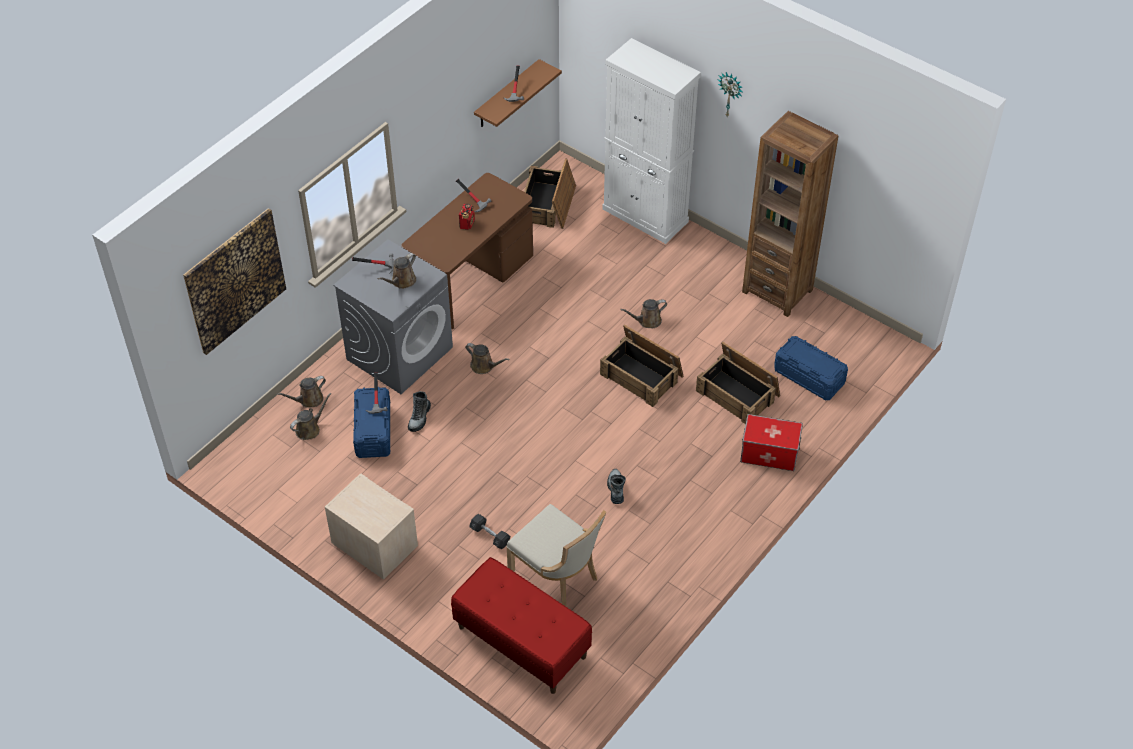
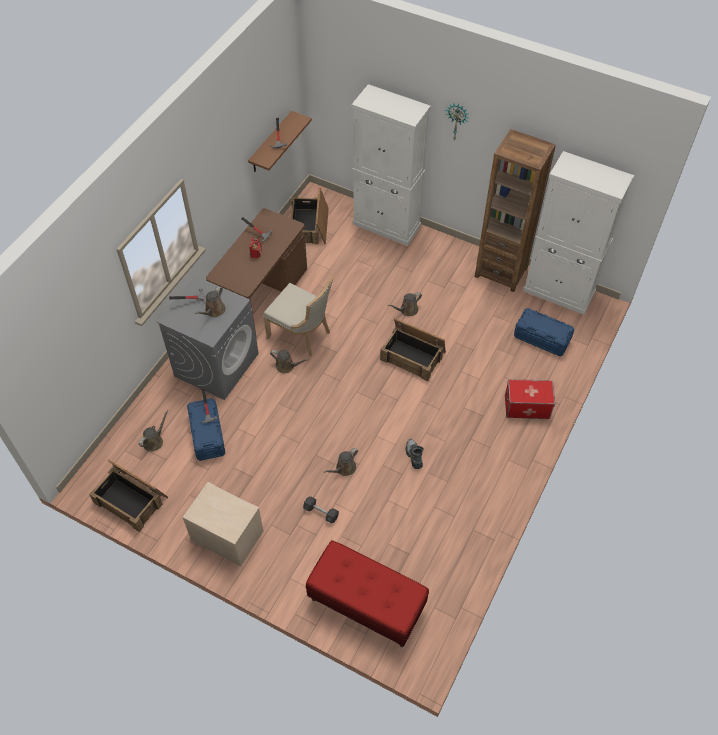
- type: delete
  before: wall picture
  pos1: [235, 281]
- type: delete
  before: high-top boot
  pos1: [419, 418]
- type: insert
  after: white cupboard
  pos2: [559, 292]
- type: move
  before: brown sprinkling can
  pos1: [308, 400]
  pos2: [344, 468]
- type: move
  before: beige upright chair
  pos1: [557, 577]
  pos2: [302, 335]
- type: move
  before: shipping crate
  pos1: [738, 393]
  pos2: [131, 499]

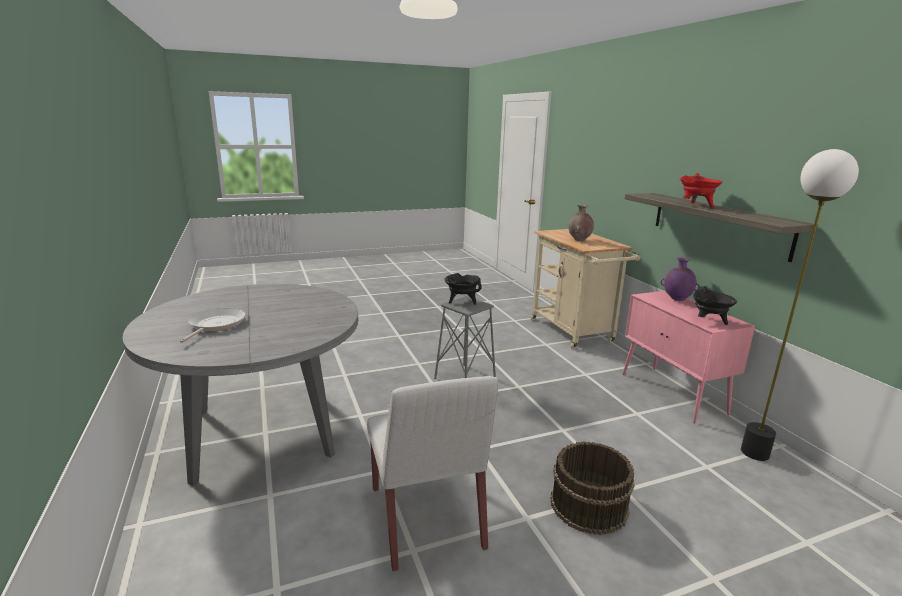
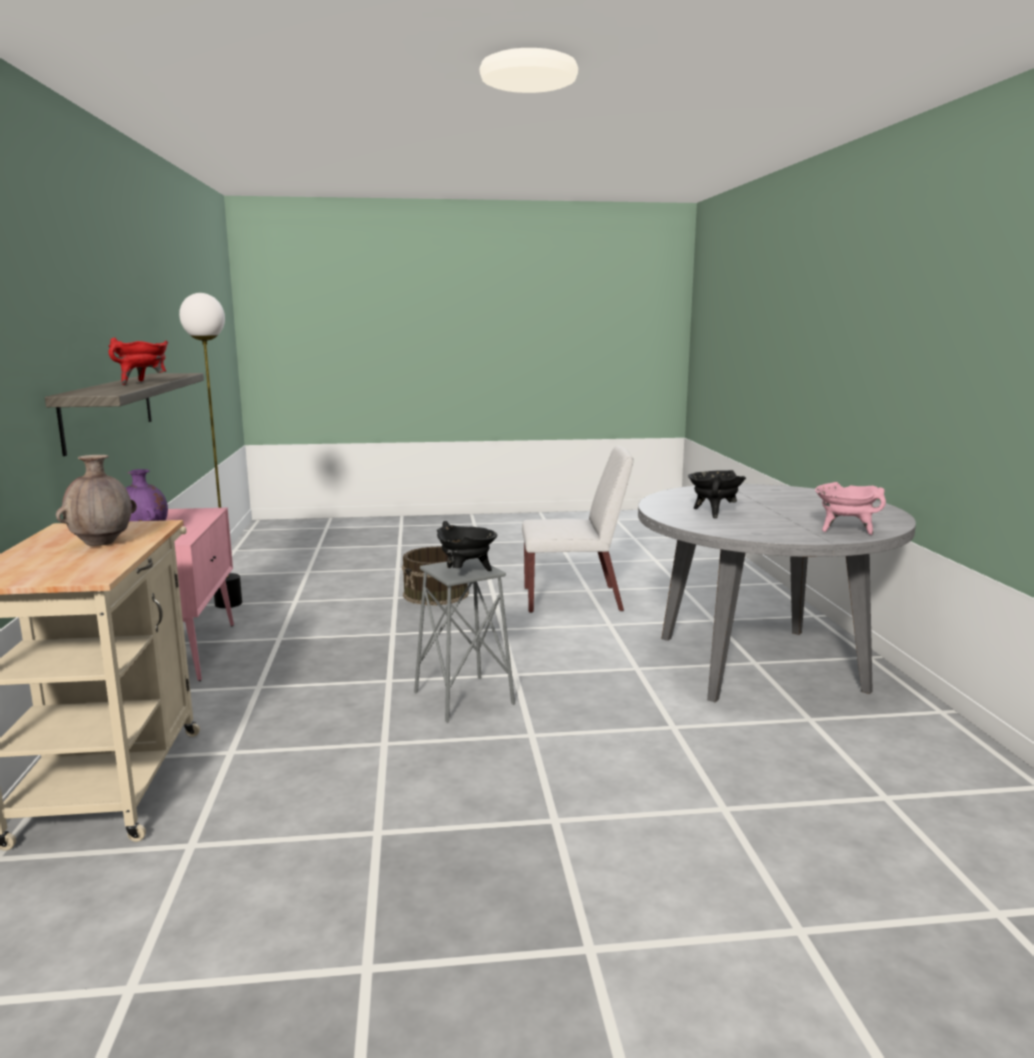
- type: delete
  before: frying pan
  pos1: [215, 325]
- type: insert
  after: pinkish saucepot
  pos2: [844, 530]
- type: move
  before: black-coloured saucepot
  pos1: [709, 321]
  pos2: [713, 512]
- type: rotate
  before: white upright chair
  pos1: [426, 518]
  pos2: [573, 599]
  turn: 90

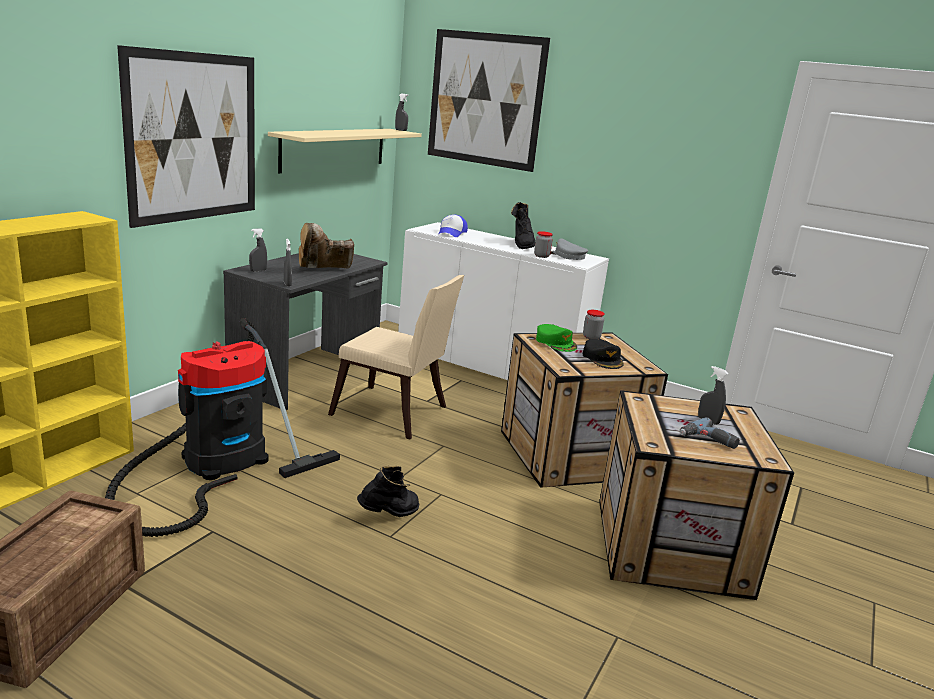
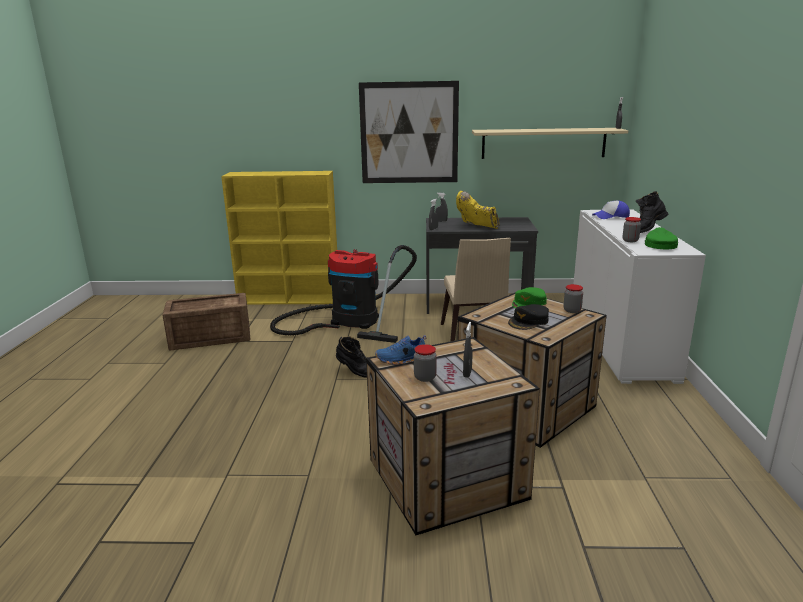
- type: delete
  before: wall picture
  pos1: [485, 100]
- type: insert
  after: bluish low shoe
  pos2: [402, 360]
- type: replace
  before: electric drill
  after: preserve jar
  pos1: [708, 440]
  pos2: [425, 377]
- type: recolor
  before: brown high-top boot
  after: yellowish high-top boot
  pos1: [323, 271]
  pos2: [476, 227]
- type: recolor
  before: gray cap
  after: green cap
  pos1: [567, 256]
  pos2: [659, 245]

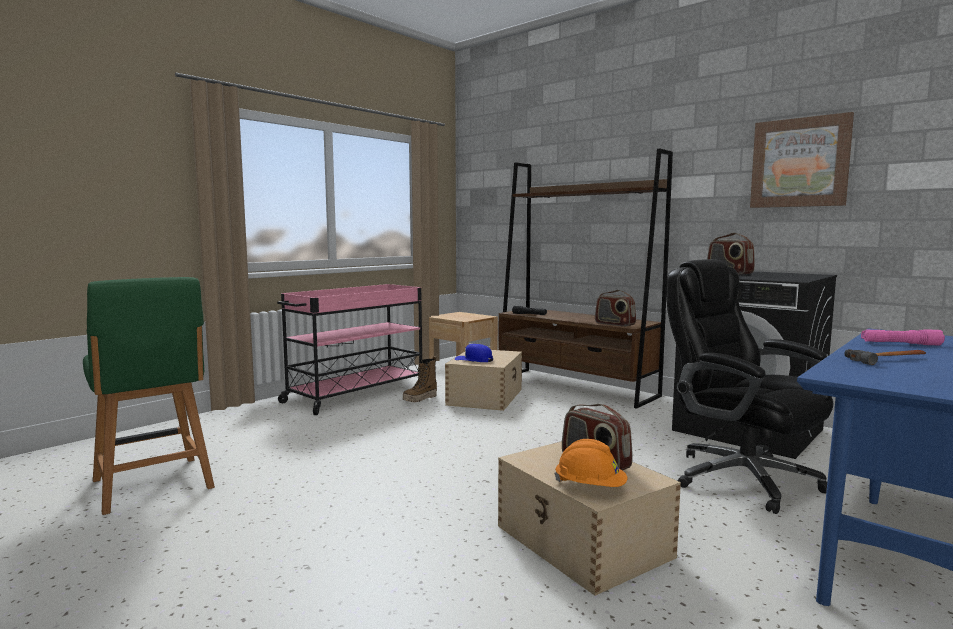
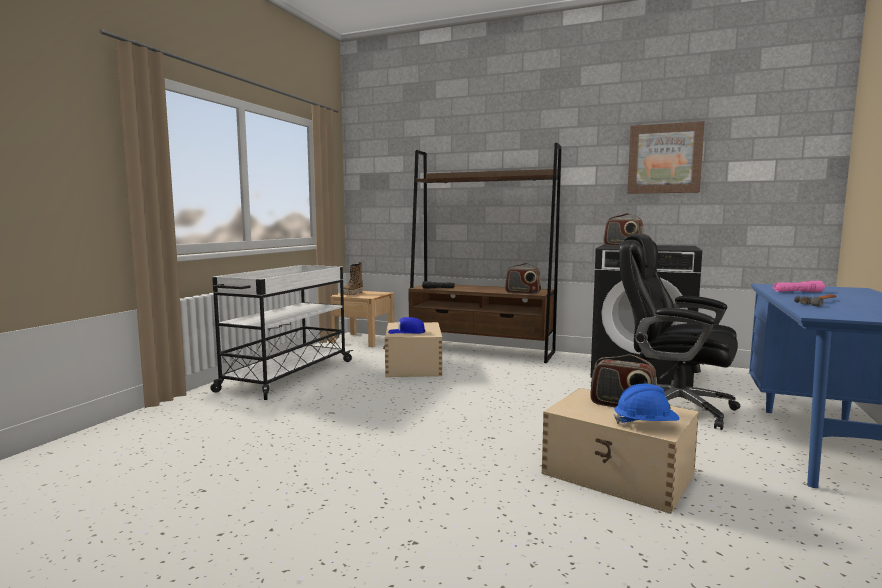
- type: delete
  before: green upright chair
  pos1: [153, 486]
- type: move
  before: high-top boot
  pos1: [420, 399]
  pos2: [352, 294]
- type: recolor
  before: pinkish trolley
  after: white trolley
  pos1: [356, 394]
  pos2: [286, 376]
- type: recolor
  before: orangey work helmet
  after: bluish work helmet
  pos1: [590, 487]
  pos2: [645, 424]

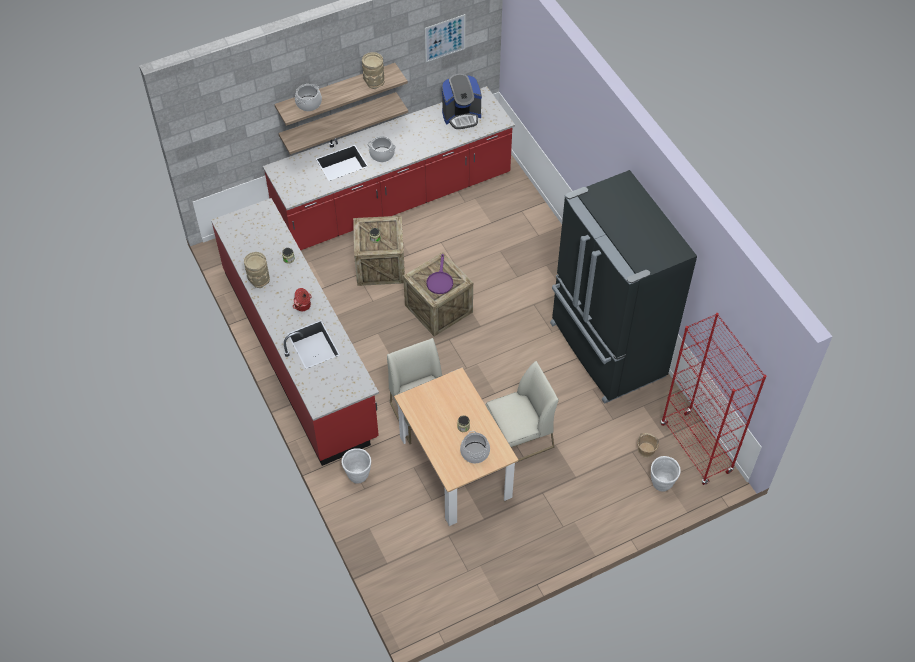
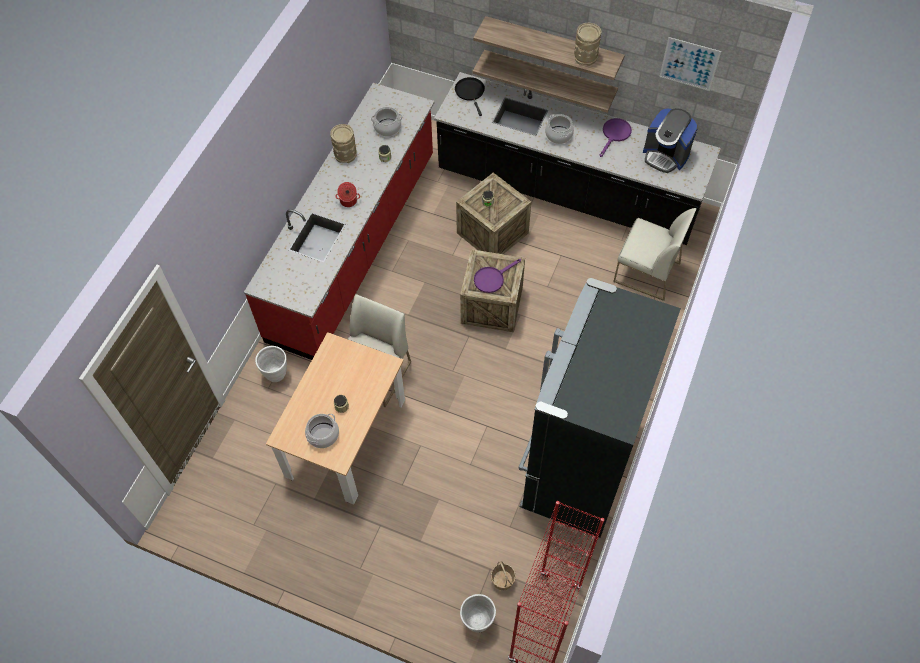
- type: insert
  after: black-coloured frying pan
  pos2: [470, 92]
- type: insert
  after: purplish frying pan
  pos2: [615, 134]
- type: move
  before: saucepot
  pos1: [309, 103]
  pos2: [387, 128]
- type: move
  before: white upright chair
  pos1: [519, 438]
  pos2: [646, 272]
- type: recolor
  before: red kitchen counter
  after: black-coloured kitchen counter
  pos1: [393, 200]
  pos2: [567, 191]

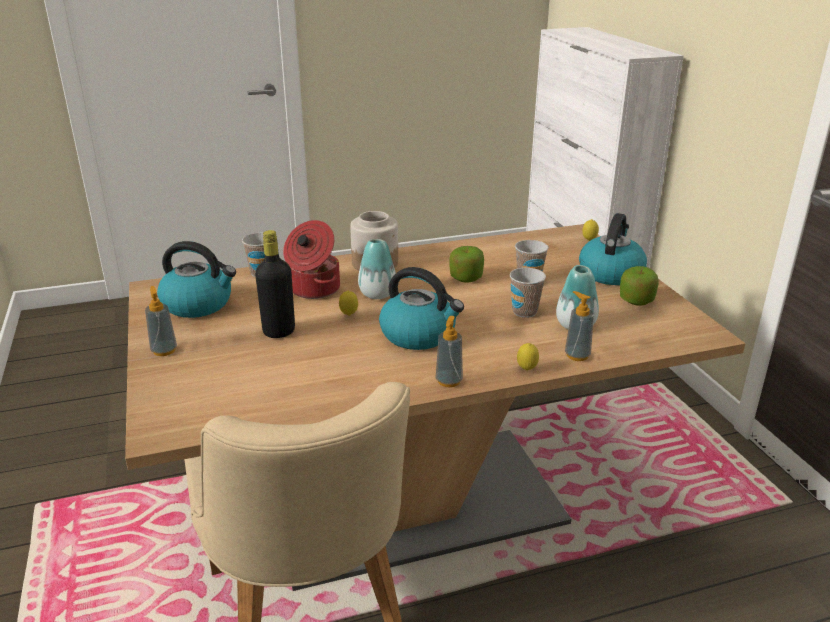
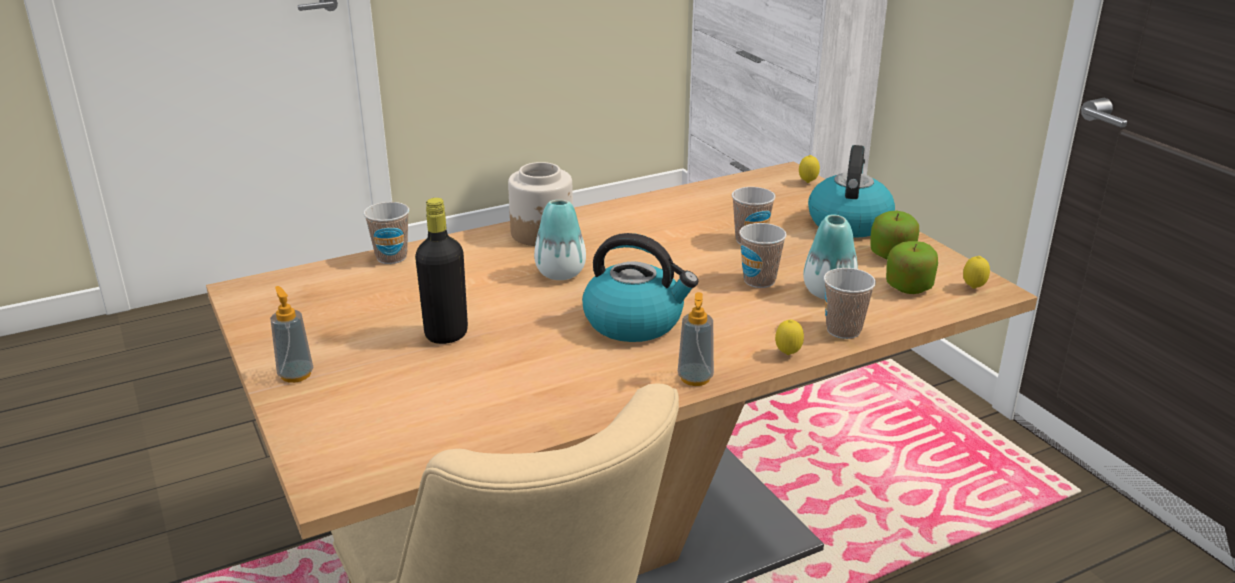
- type: delete
  before: water kettle
  pos1: [198, 304]
- type: delete
  before: saucepot
  pos1: [313, 289]
- type: move
  before: whole lemon
  pos1: [349, 315]
  pos2: [973, 288]
- type: move
  before: apple
  pos1: [466, 278]
  pos2: [909, 287]
- type: replace
  before: liquid soap bottle
  after: small cup
  pos1: [577, 355]
  pos2: [843, 330]

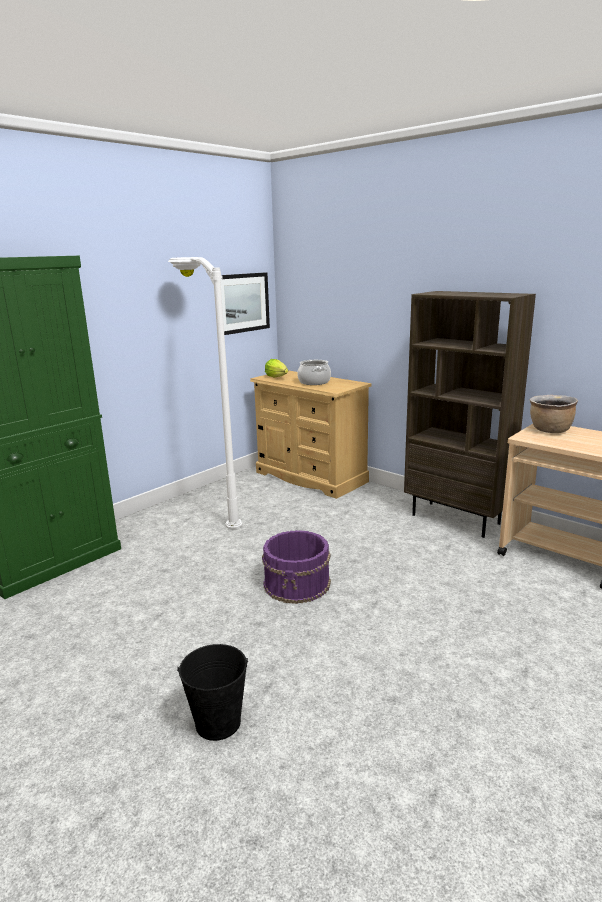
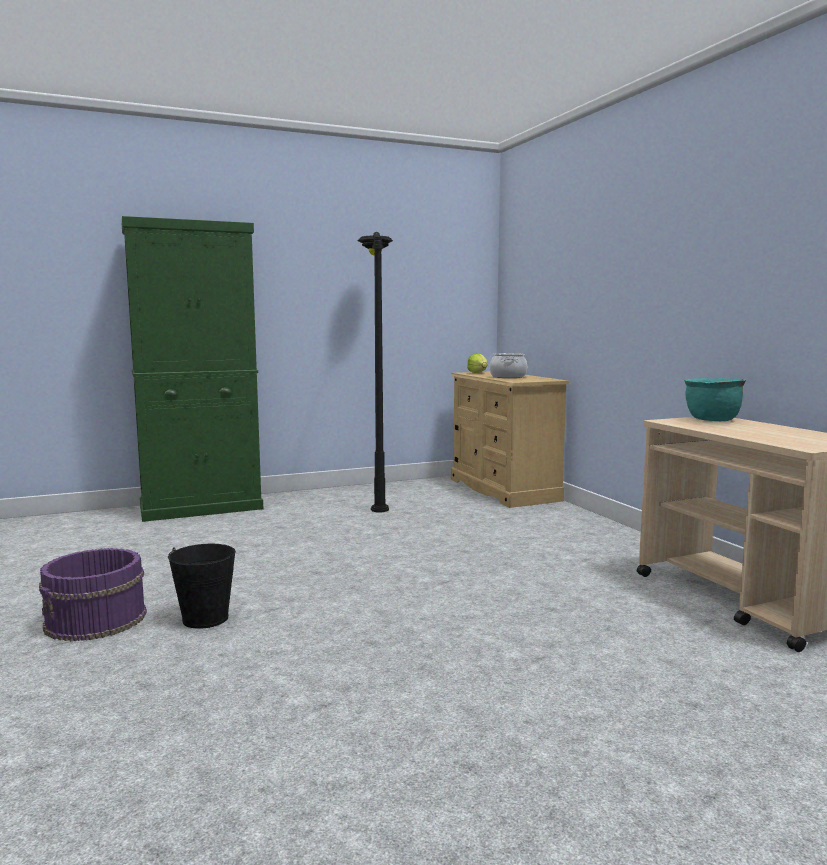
- type: delete
  before: wall picture
  pos1: [241, 303]
- type: delete
  before: brown bookcase
  pos1: [456, 519]
- type: move
  before: purplish bucket
  pos1: [297, 584]
  pos2: [96, 620]
- type: recolor
  before: white standing lamp
  after: black-coloured standing lamp
  pos1: [214, 506]
  pos2: [378, 496]
- type: recolor
  before: brown saucepot
  after: turquoise saucepot
  pos1: [550, 430]
  pos2: [711, 420]

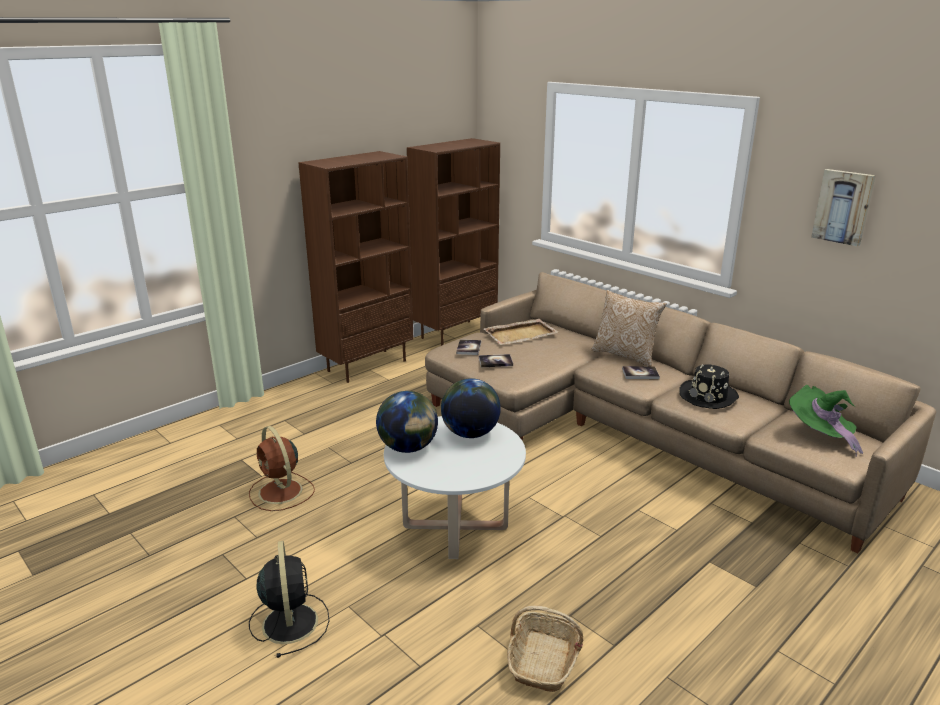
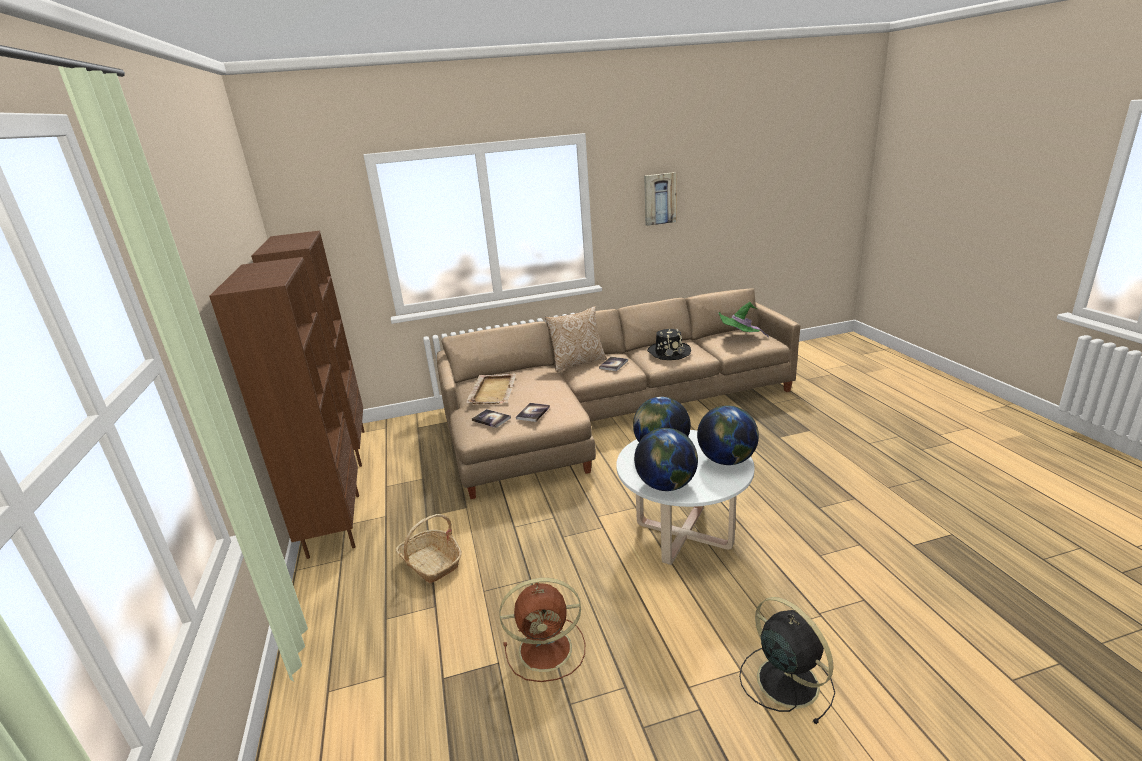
- type: insert
  after: desk globe
  pos2: [727, 460]
- type: move
  before: basket
  pos1: [543, 661]
  pos2: [431, 563]
- type: rotate
  before: black-coloured cooling fan
  pos1: [290, 621]
  pos2: [785, 680]
  turn: 45

